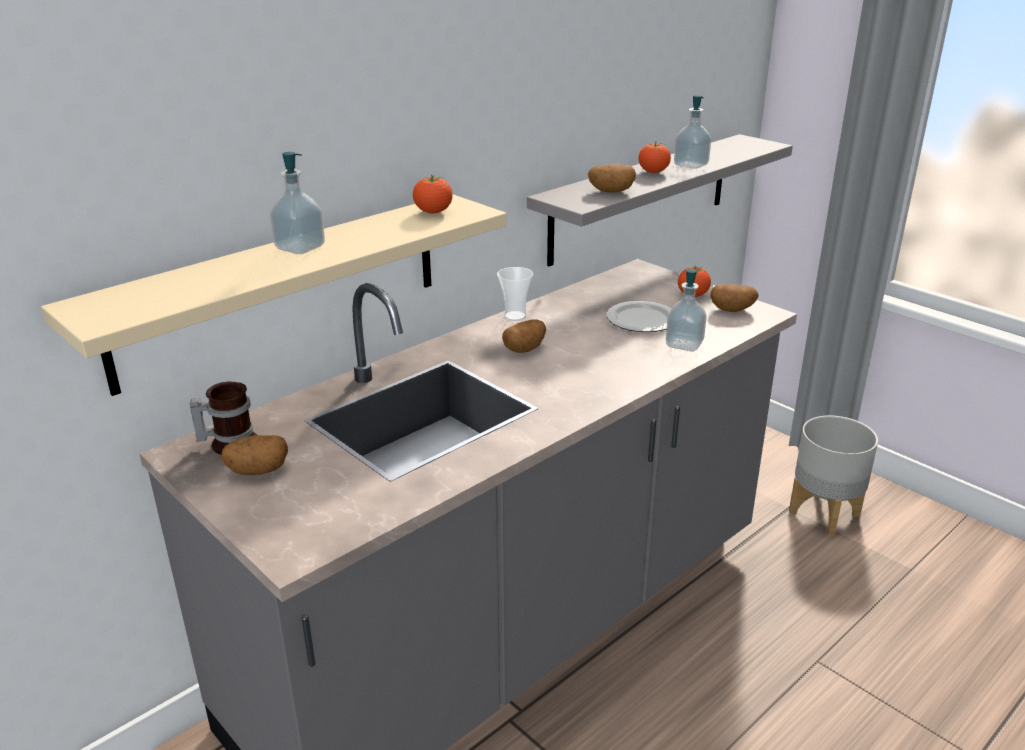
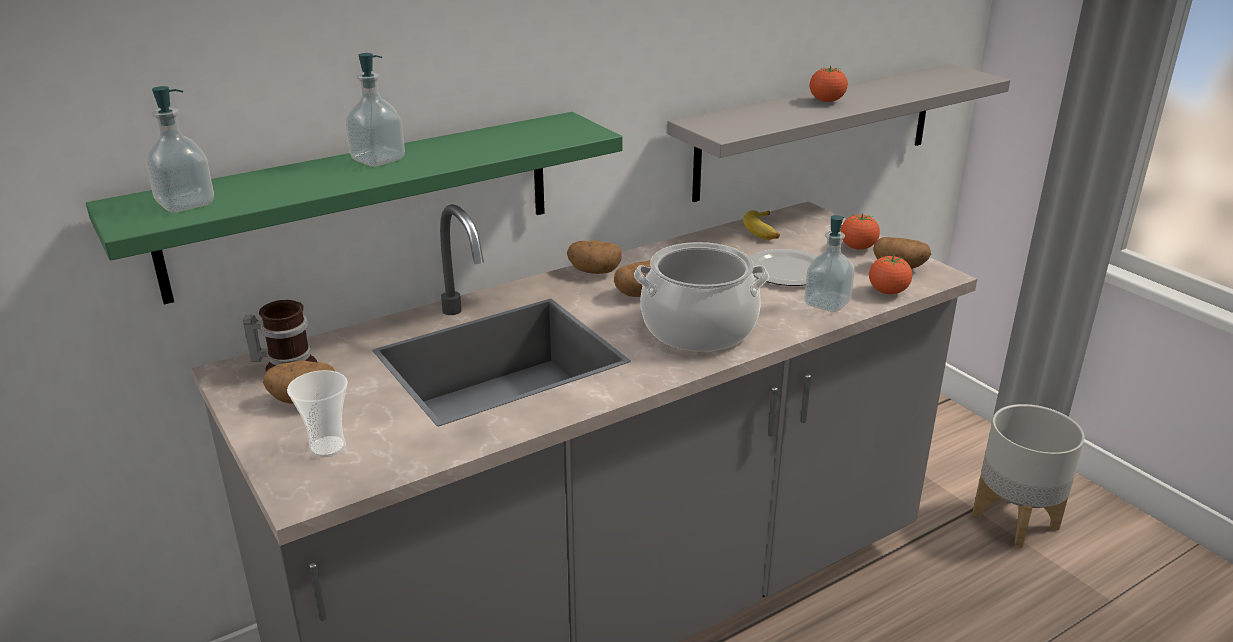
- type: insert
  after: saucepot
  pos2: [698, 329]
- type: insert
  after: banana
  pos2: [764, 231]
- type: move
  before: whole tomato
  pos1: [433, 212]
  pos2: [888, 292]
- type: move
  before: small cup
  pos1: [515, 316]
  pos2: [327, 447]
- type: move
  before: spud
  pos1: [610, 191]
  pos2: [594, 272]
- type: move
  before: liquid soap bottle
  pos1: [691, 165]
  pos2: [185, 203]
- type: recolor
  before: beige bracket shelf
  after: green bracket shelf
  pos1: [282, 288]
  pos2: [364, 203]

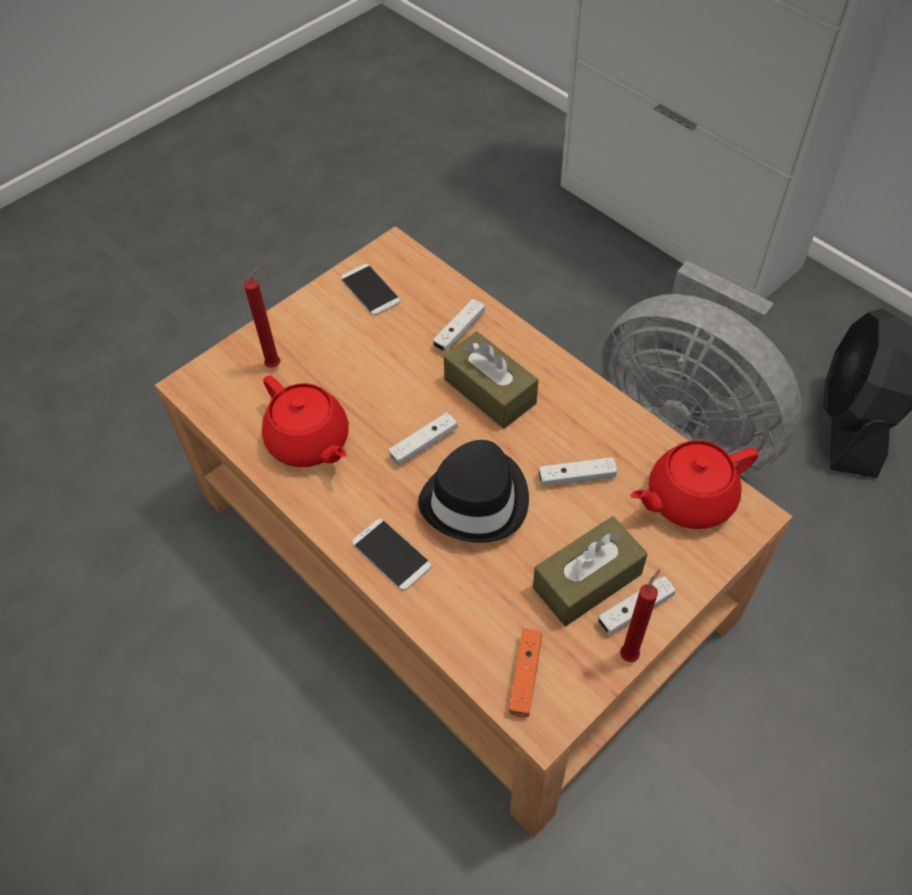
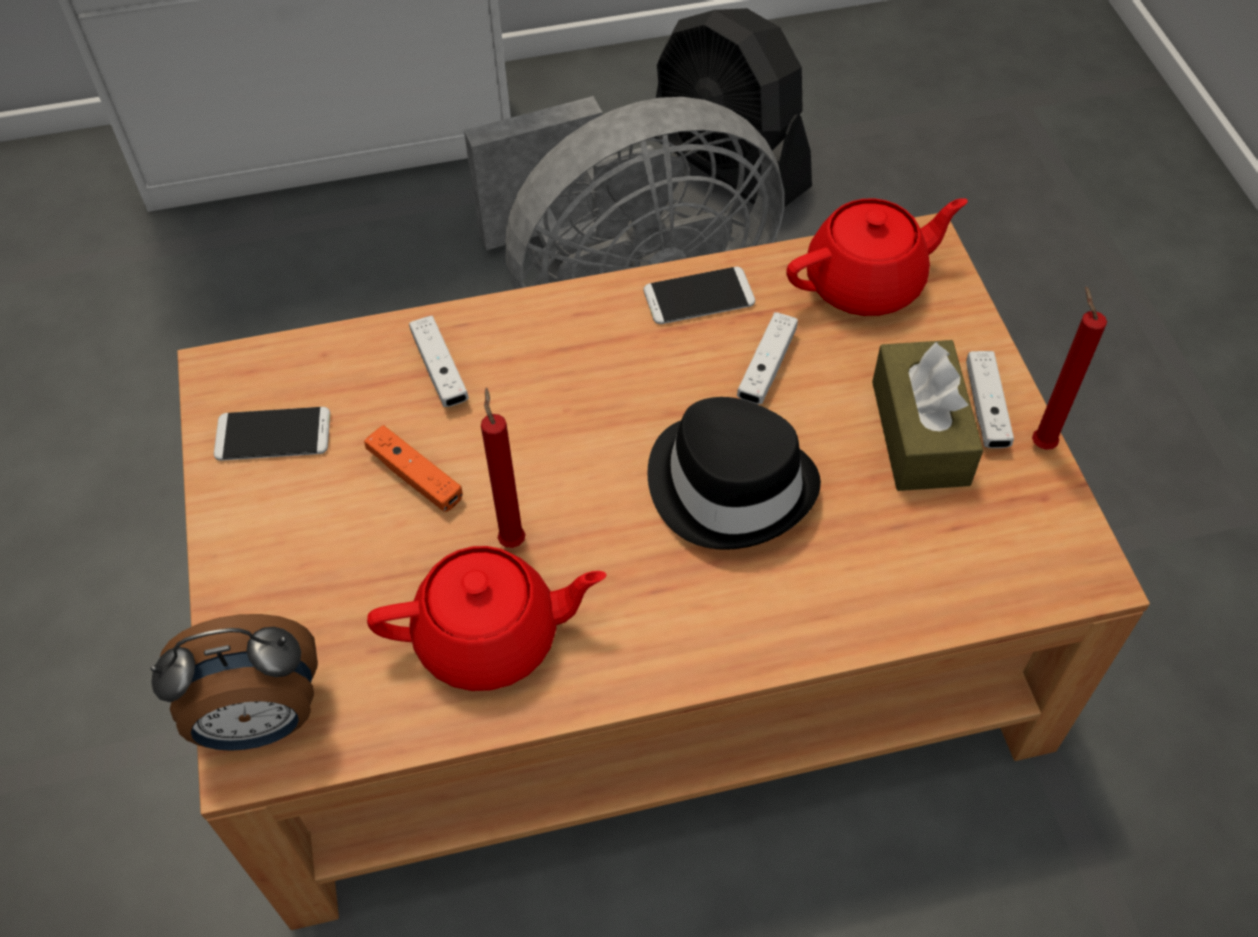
- type: delete
  before: white joypad
  pos1: [423, 444]
- type: delete
  before: brown tissue box
  pos1: [490, 391]
- type: insert
  after: table clock
  pos2: [260, 721]
- type: move
  before: red wax candle
  pos1: [275, 364]
  pos2: [512, 538]
- type: move
  before: handset
  pos1: [391, 554]
  pos2: [699, 297]
- type: move
  before: orangey joypad
  pos1: [525, 676]
  pos2: [415, 476]
- type: rotate
  before: red tea pot
  pos1: [688, 499]
  pos2: [867, 283]
  turn: -120

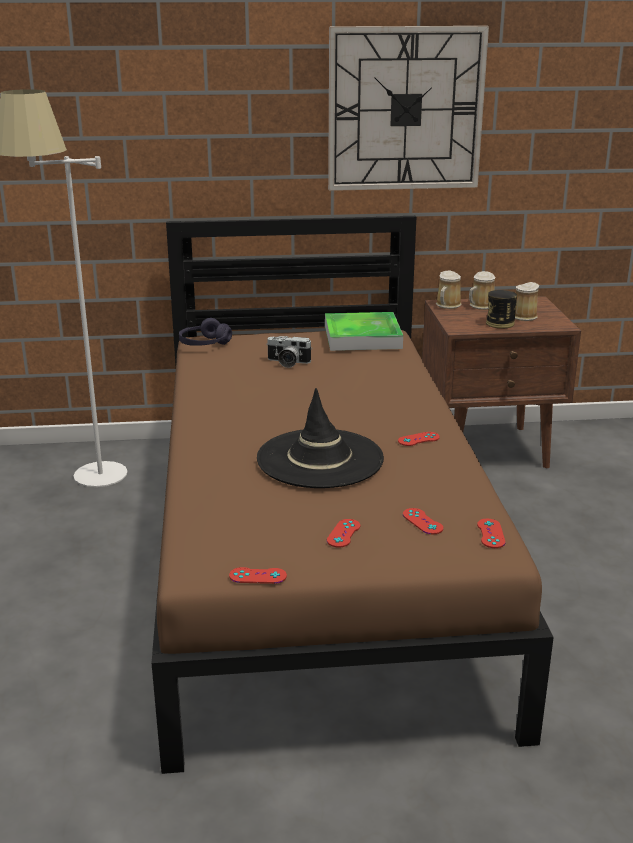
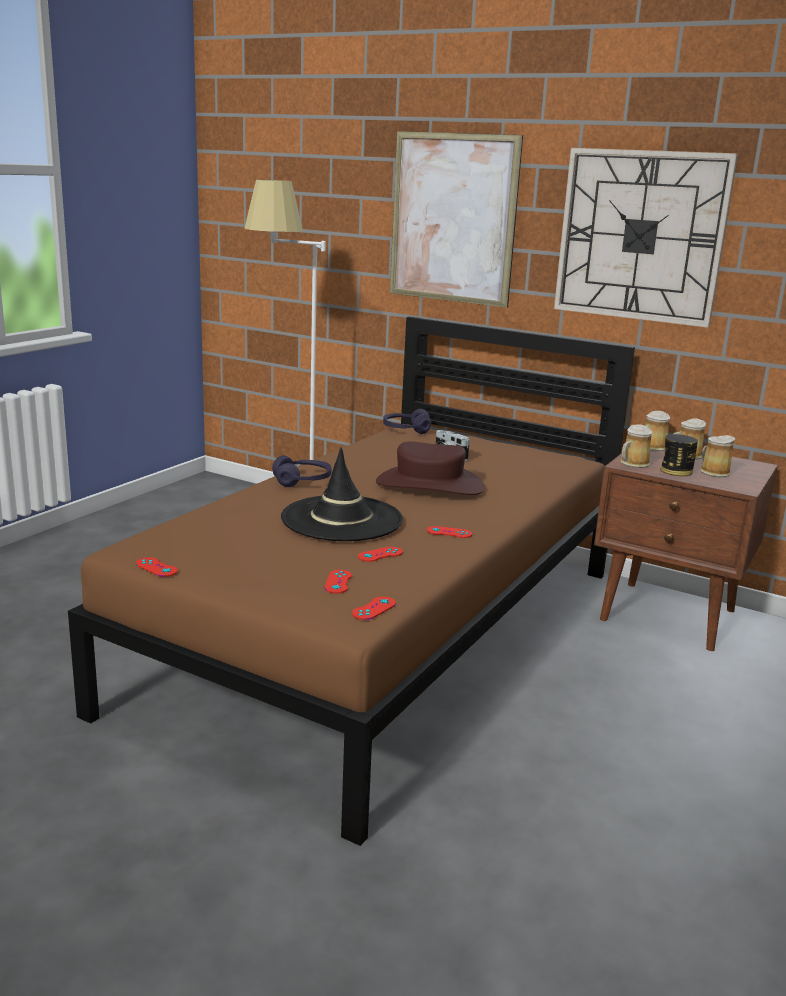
- type: delete
  before: carrying tray
  pos1: [362, 337]
- type: insert
  after: purplish headset
  pos2: [302, 481]
- type: insert
  after: brown clothing hat
  pos2: [429, 485]
- type: insert
  after: wall picture
  pos2: [452, 219]
- type: insert
  after: tea mug
  pos2: [633, 464]
- type: move
  before: red joypad
  pos1: [343, 533]
  pos2: [380, 554]

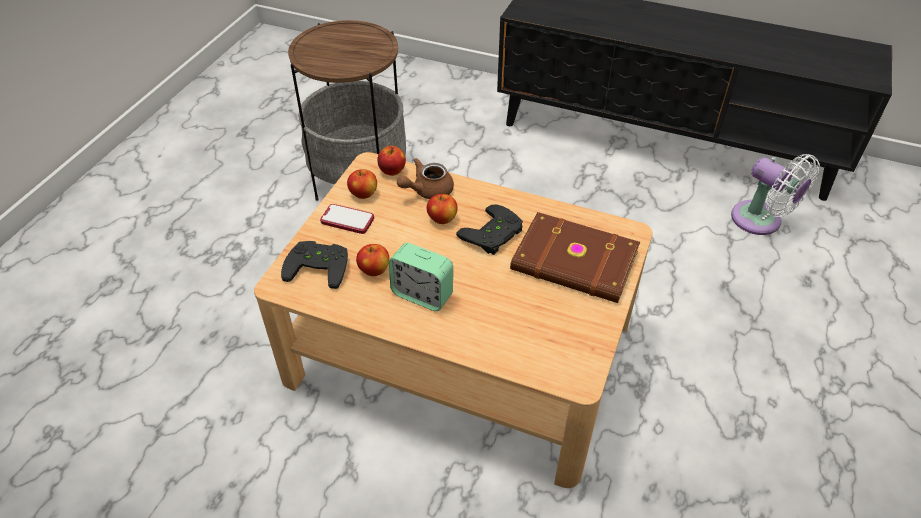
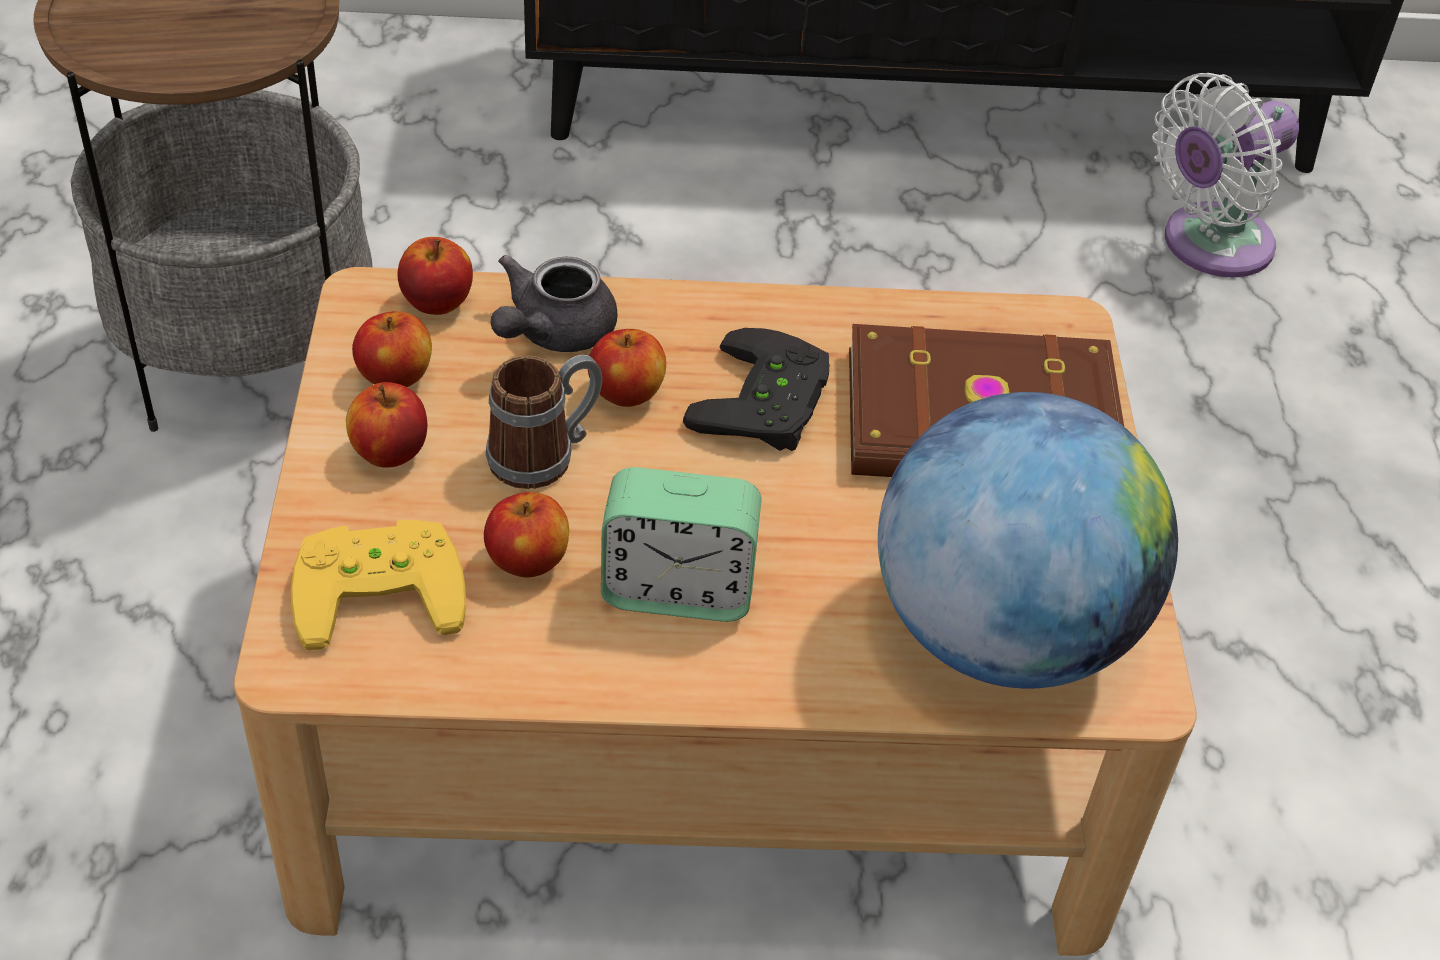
- type: insert
  after: tea mug
  pos2: [545, 454]
- type: insert
  after: desk globe
  pos2: [1002, 632]
- type: replace
  before: handset
  after: apple
  pos1: [347, 220]
  pos2: [389, 453]
- type: recolor
  before: black-coloured joypad
  after: yellowish joypad
  pos1: [319, 265]
  pos2: [380, 584]
- type: recolor
  before: brown tea pot
  after: gray tea pot
  pos1: [427, 191]
  pos2: [552, 332]
- type: rotate
  before: white cooling fan
  pos1: [760, 221]
  pos2: [1208, 246]
  turn: 120

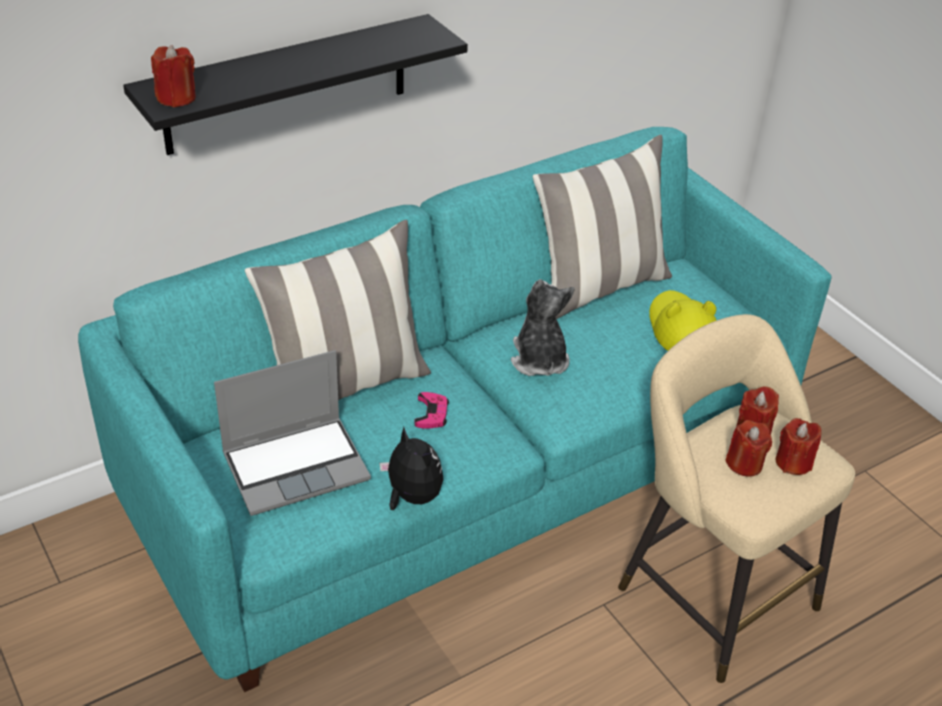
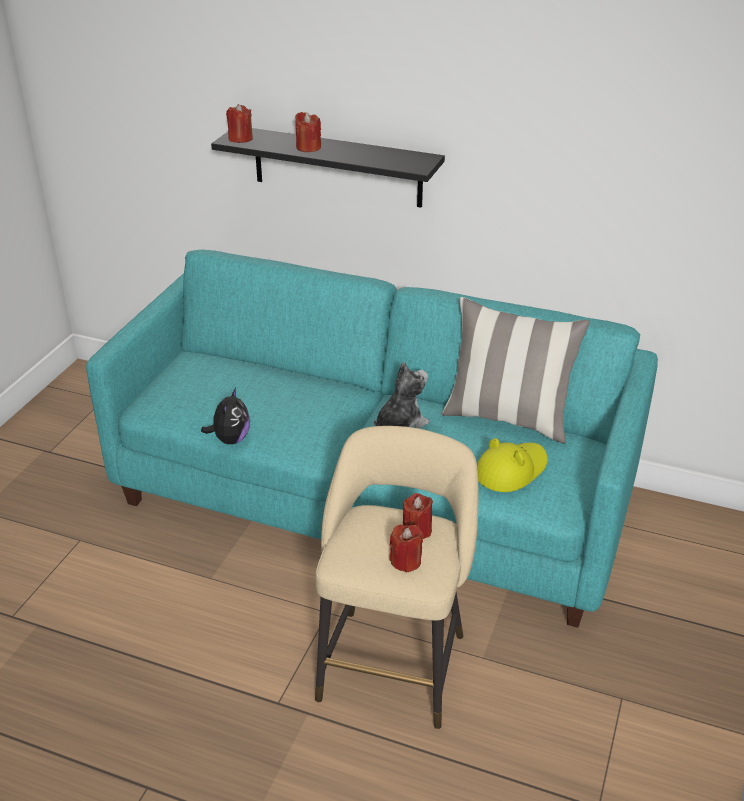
- type: delete
  before: notebook computer
  pos1: [297, 465]
- type: delete
  before: cushion
  pos1: [345, 384]
- type: delete
  before: pinkish joypad
  pos1: [431, 414]
- type: move
  before: red wax candle
  pos1: [744, 463]
  pos2: [308, 147]

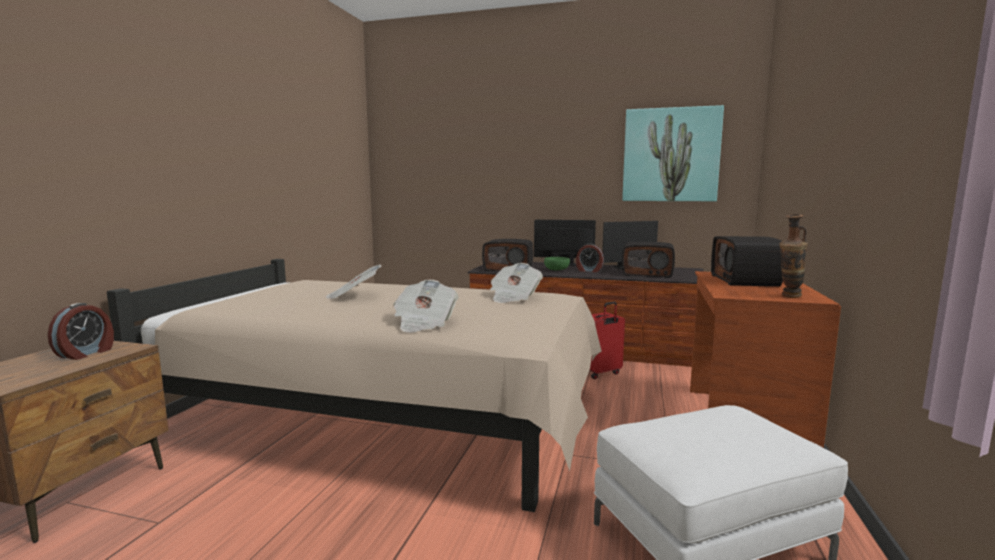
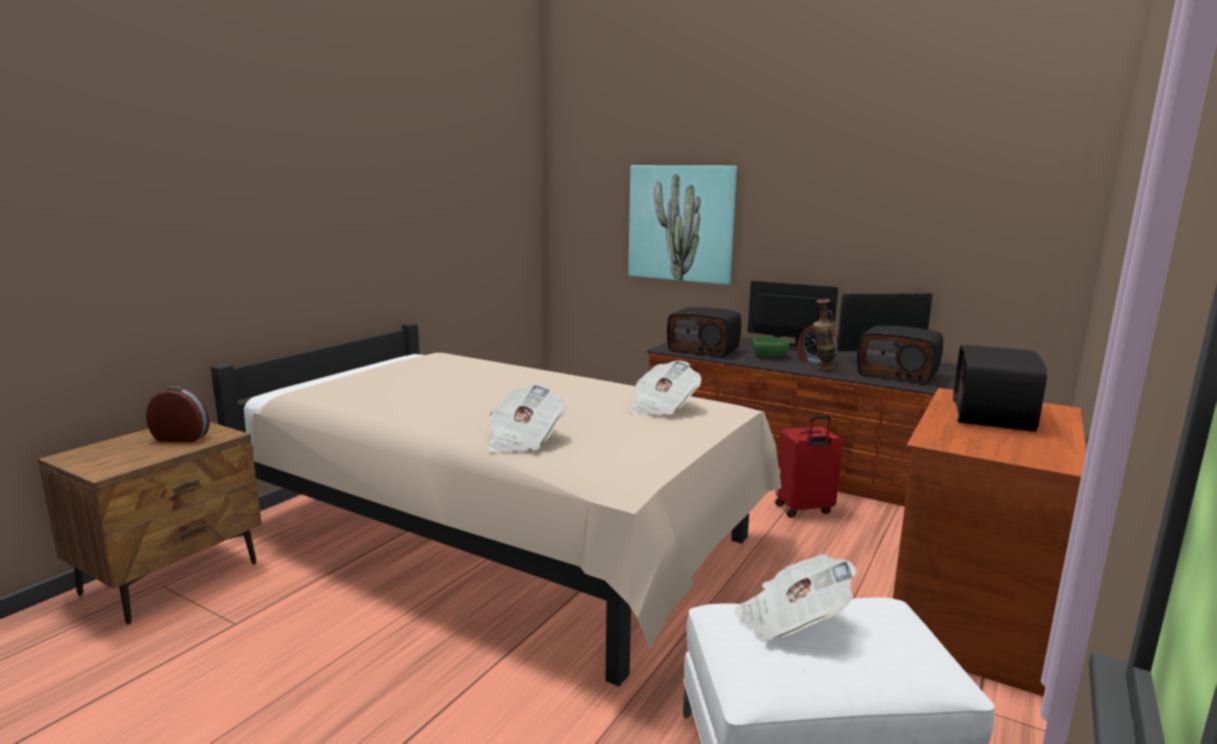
- type: move
  before: printed paper
  pos1: [353, 297]
  pos2: [791, 621]
- type: move
  before: wall picture
  pos1: [670, 155]
  pos2: [681, 223]
- type: move
  before: vase
  pos1: [788, 297]
  pos2: [821, 369]
- type: rotate
  before: table clock
  pos1: [86, 353]
  pos2: [182, 437]
  turn: -120

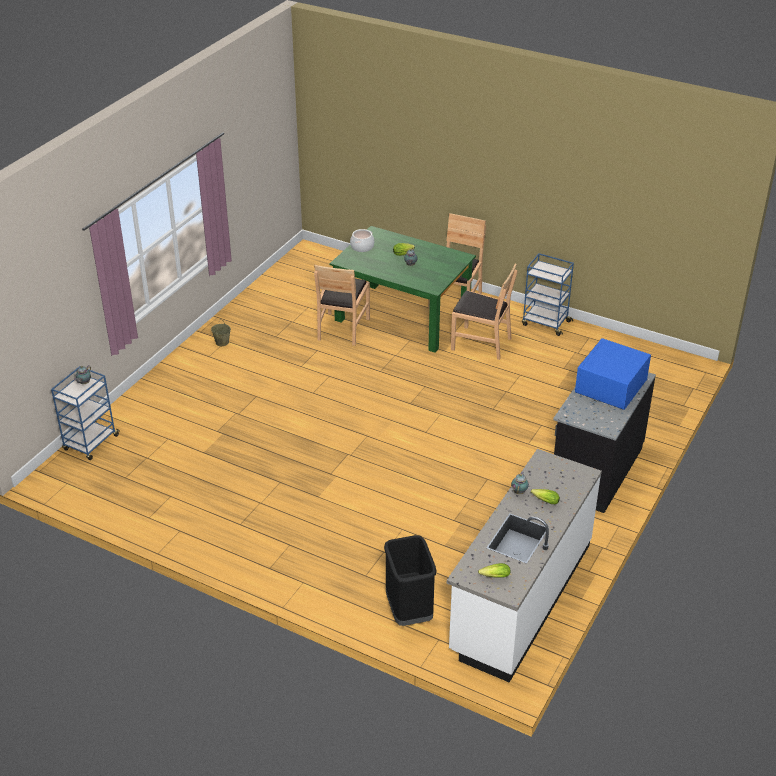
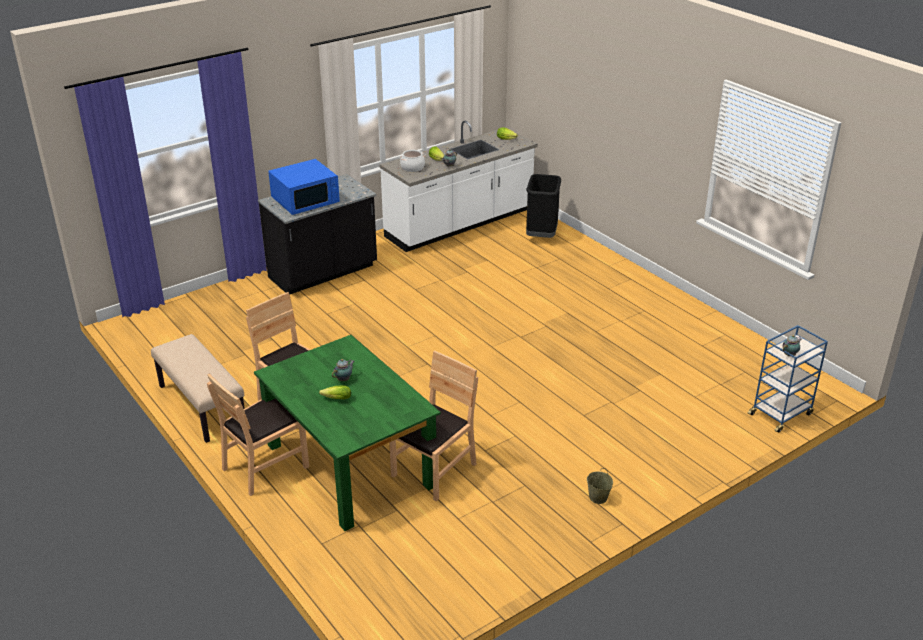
- type: move
  before: saucepot
  pos1: [362, 247]
  pos2: [412, 168]
- type: replace
  before: bluish trolley
  after: beige long seat
  pos1: [545, 323]
  pos2: [201, 406]

